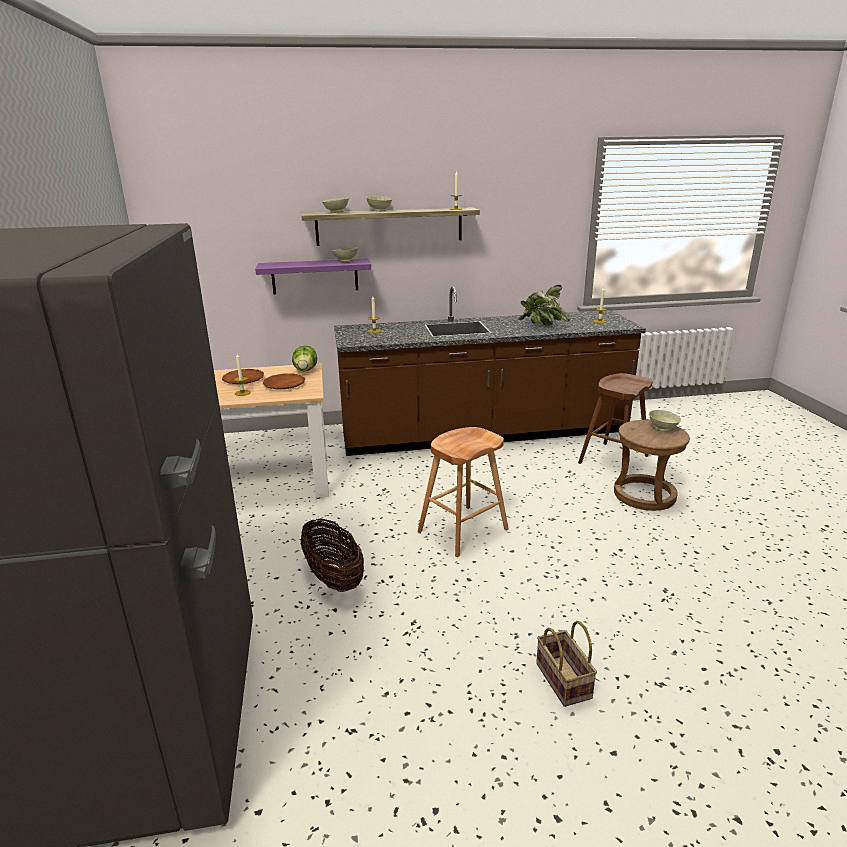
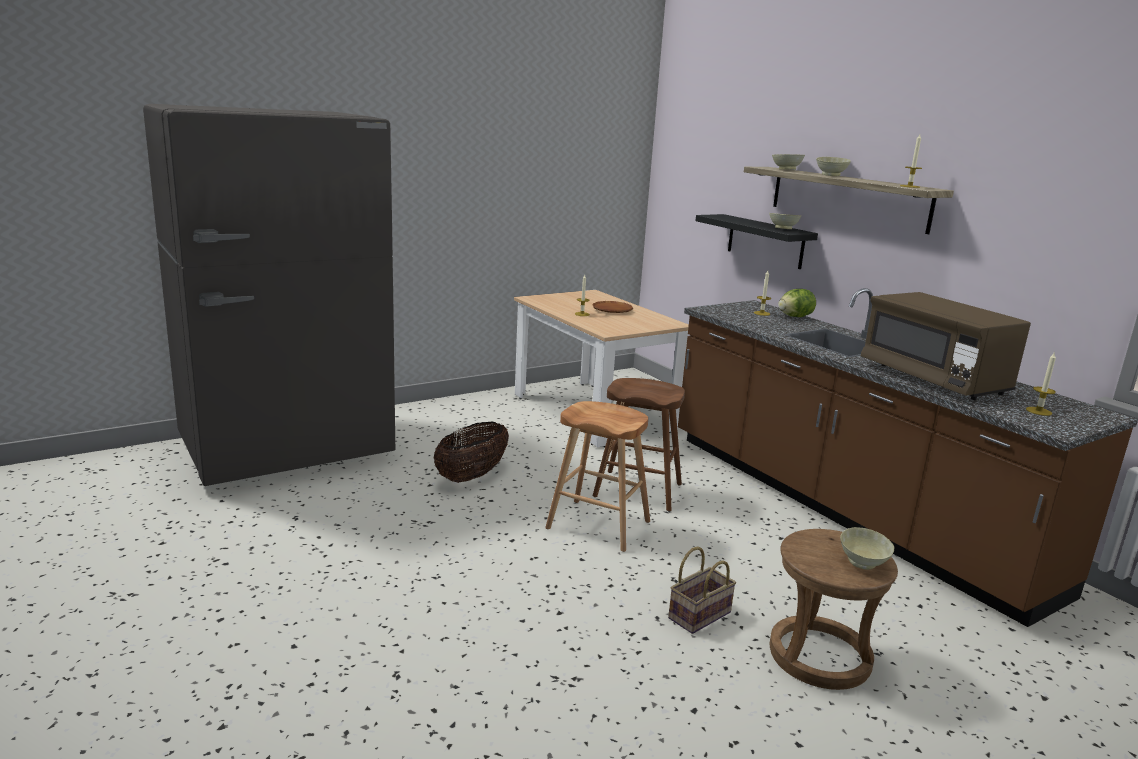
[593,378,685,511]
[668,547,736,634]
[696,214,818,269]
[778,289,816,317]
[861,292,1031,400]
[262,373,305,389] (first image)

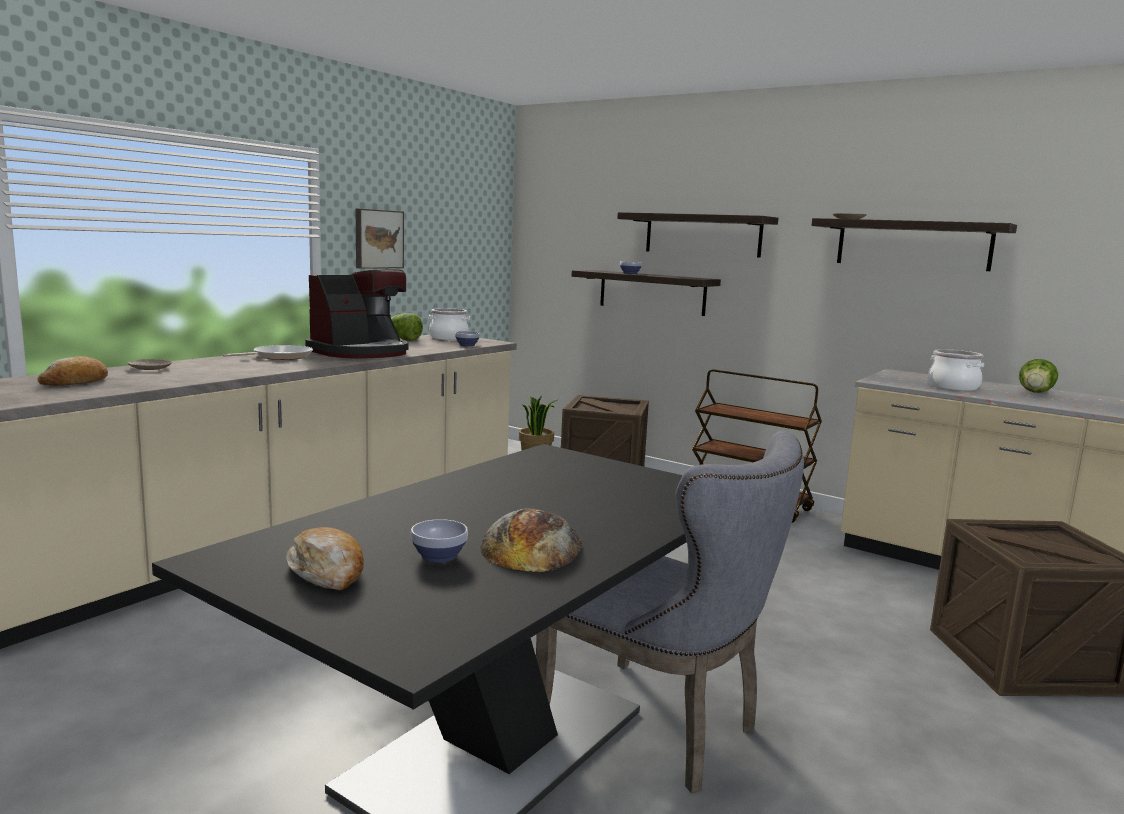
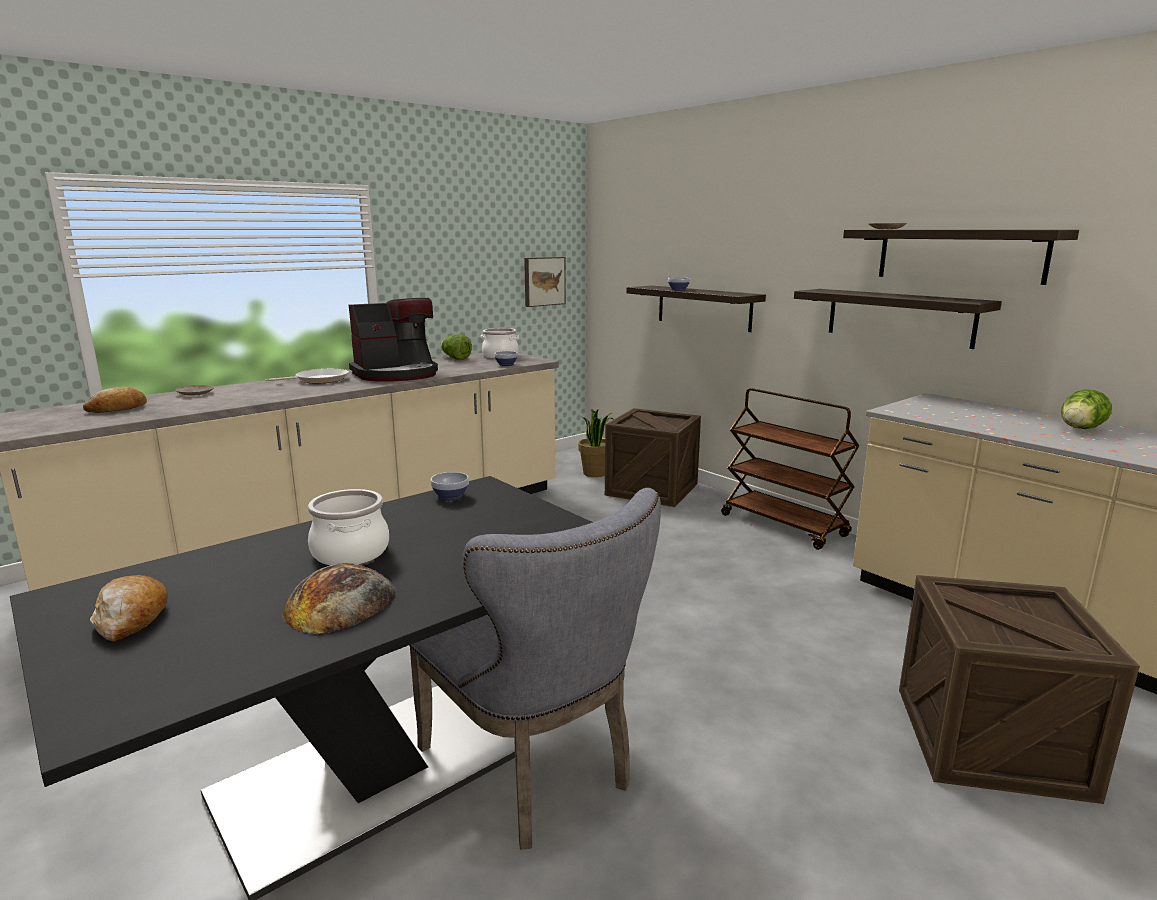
[308,489,389,565]
[430,472,469,500]
[524,257,566,307]
[794,289,1002,349]

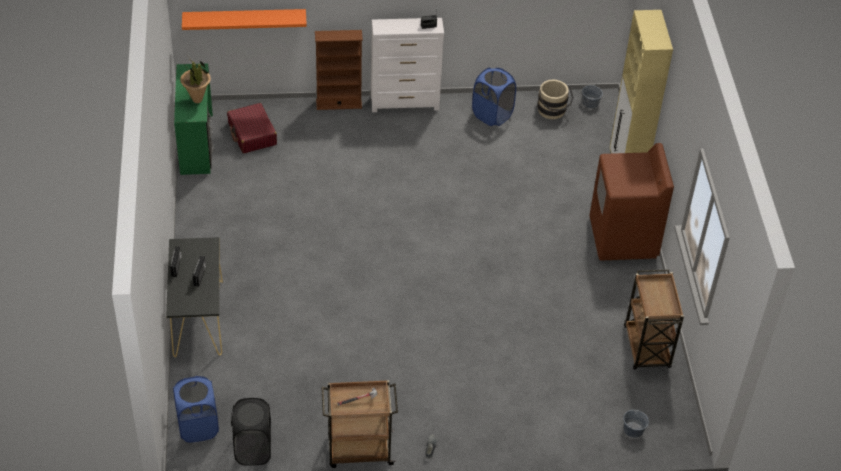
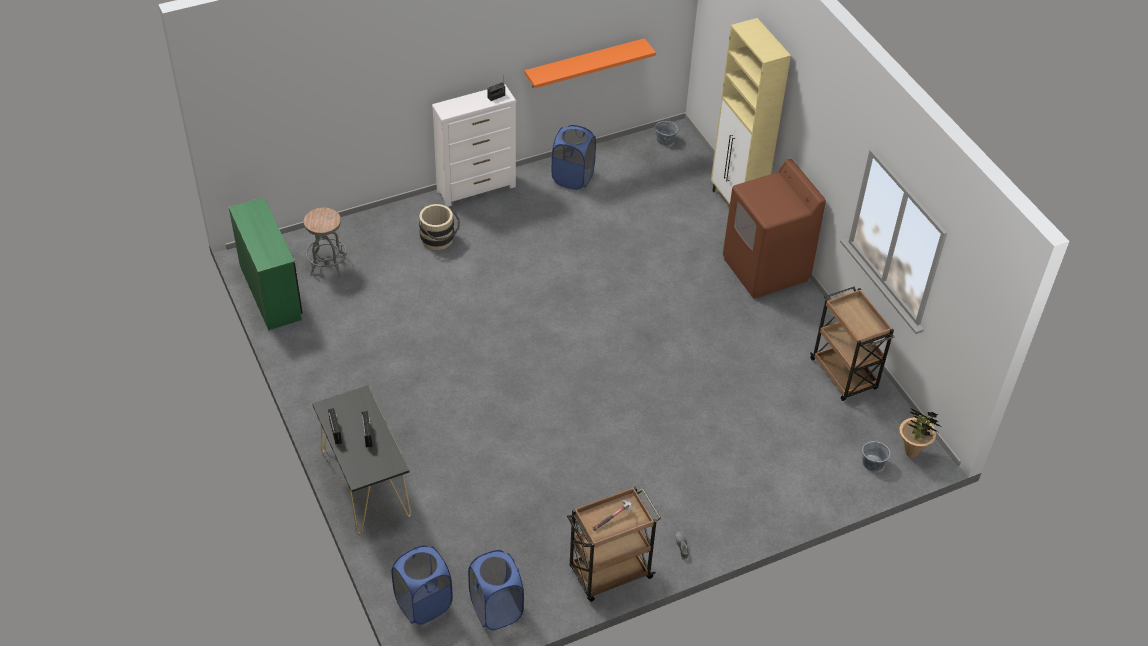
[304,208,347,277]
[419,204,460,250]
[468,550,524,630]
[524,38,656,88]
[899,409,941,457]
[315,30,363,110] (first image)

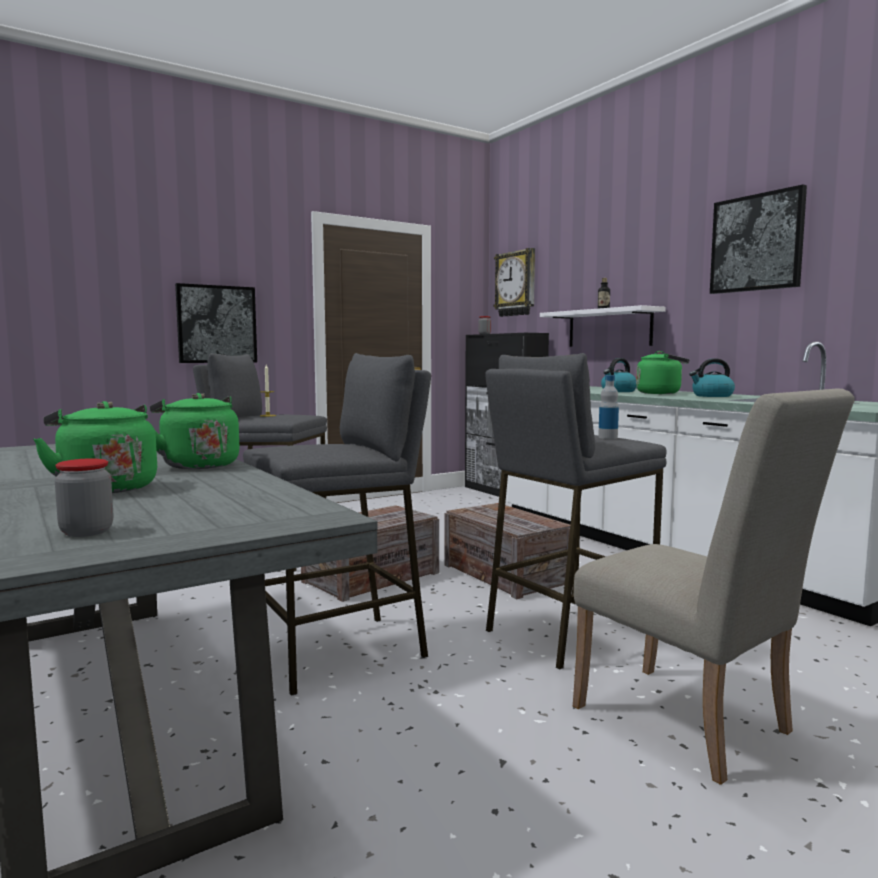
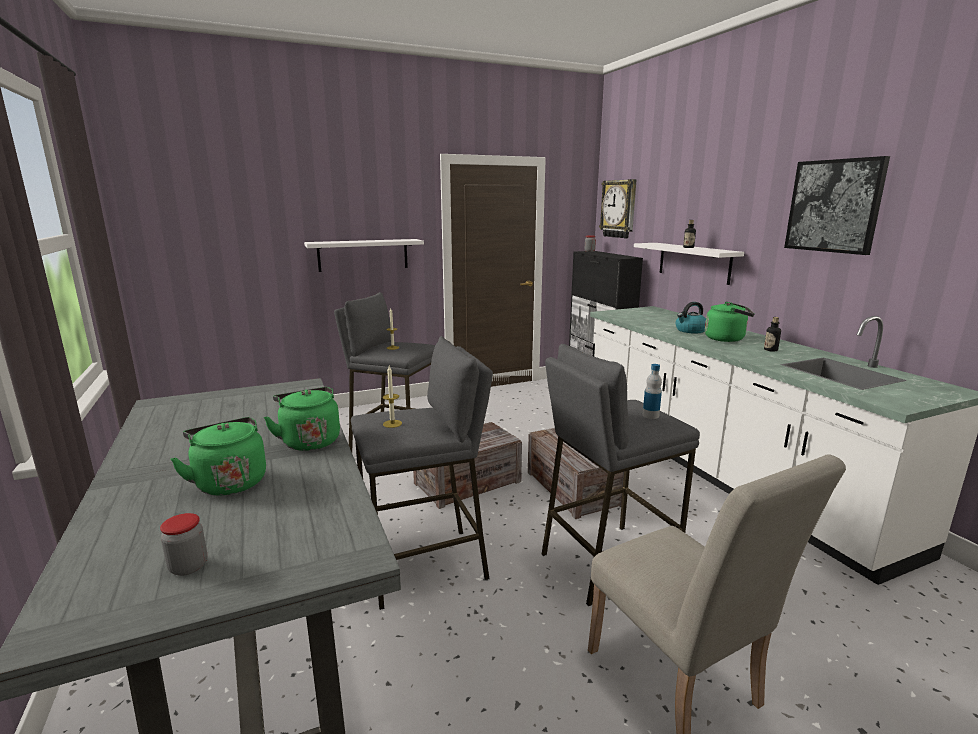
[304,239,424,272]
[383,366,402,428]
[764,317,781,352]

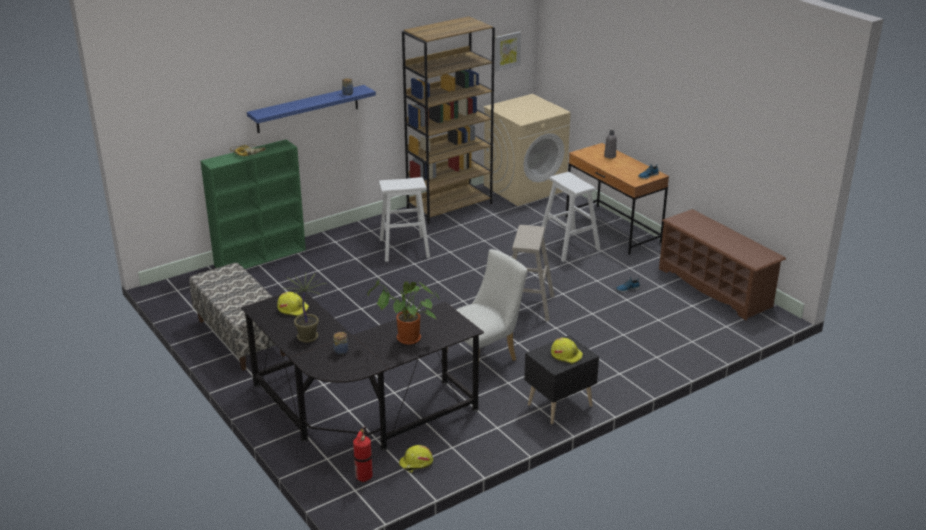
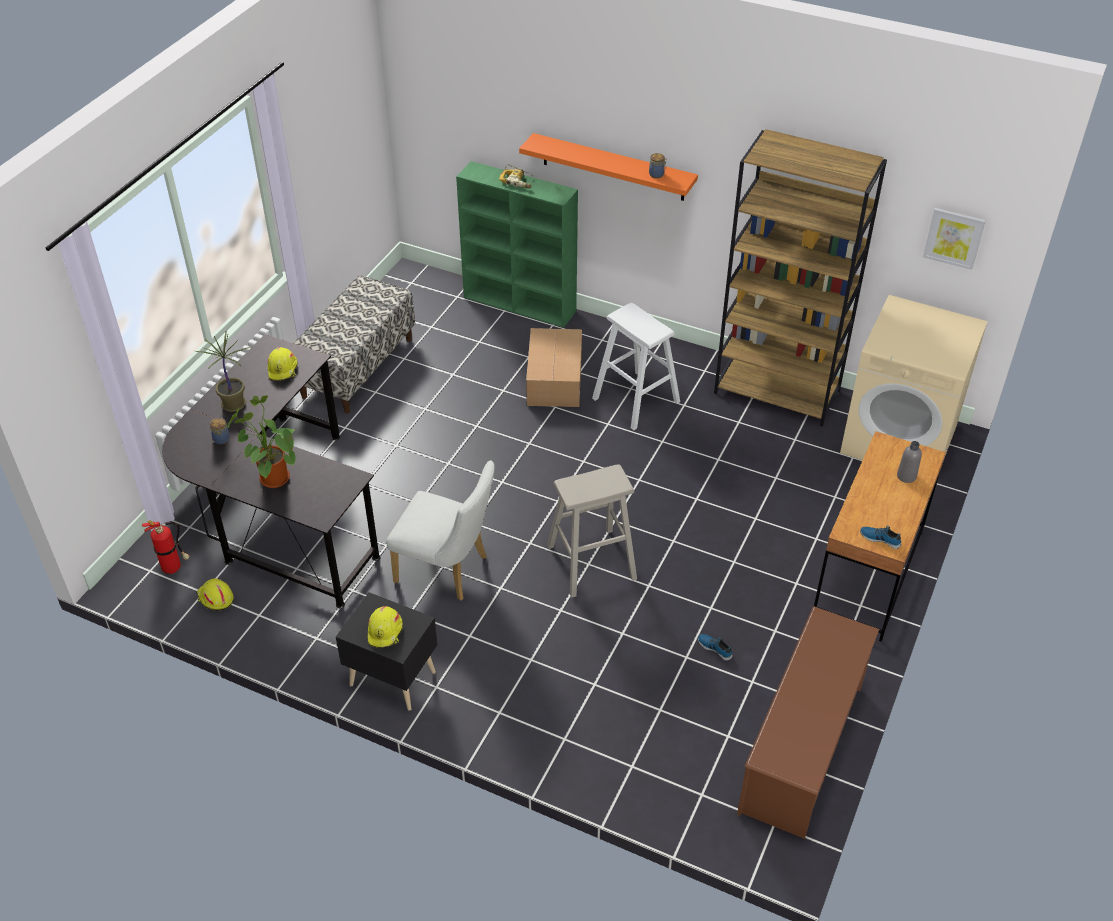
[519,133,698,201]
[526,328,582,407]
[542,172,601,262] (first image)

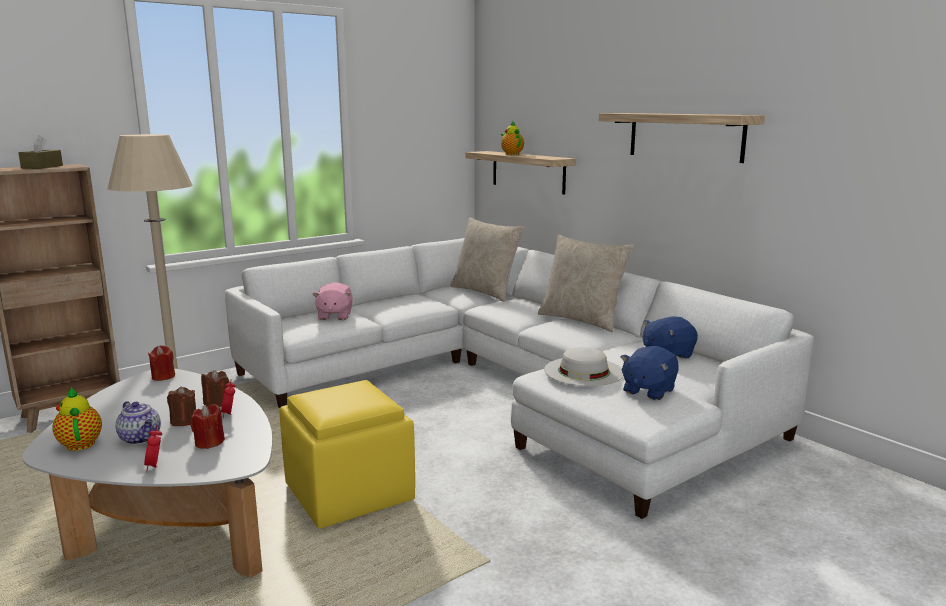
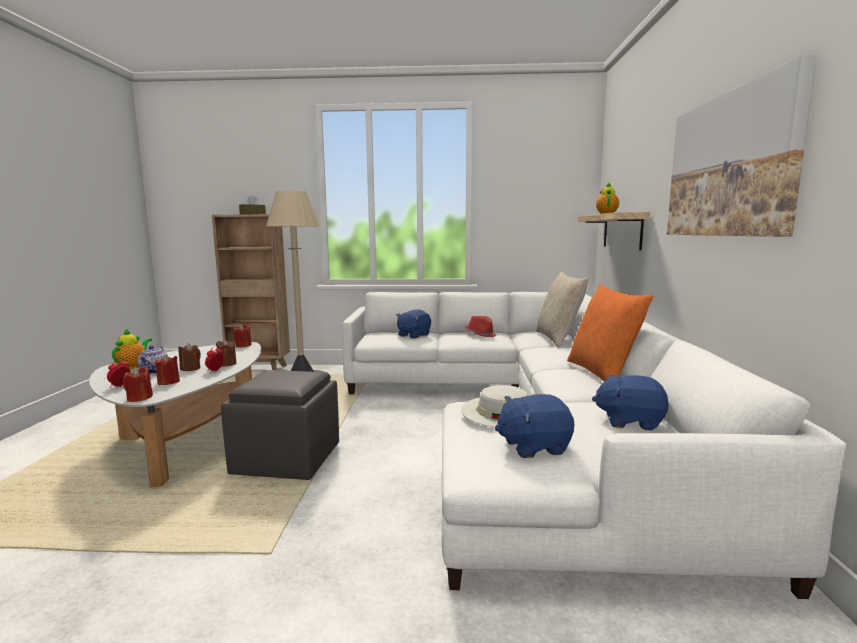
[123,367,153,402]
[221,370,339,480]
[396,310,431,339]
[465,316,496,337]
[567,284,654,381]
[667,55,817,237]

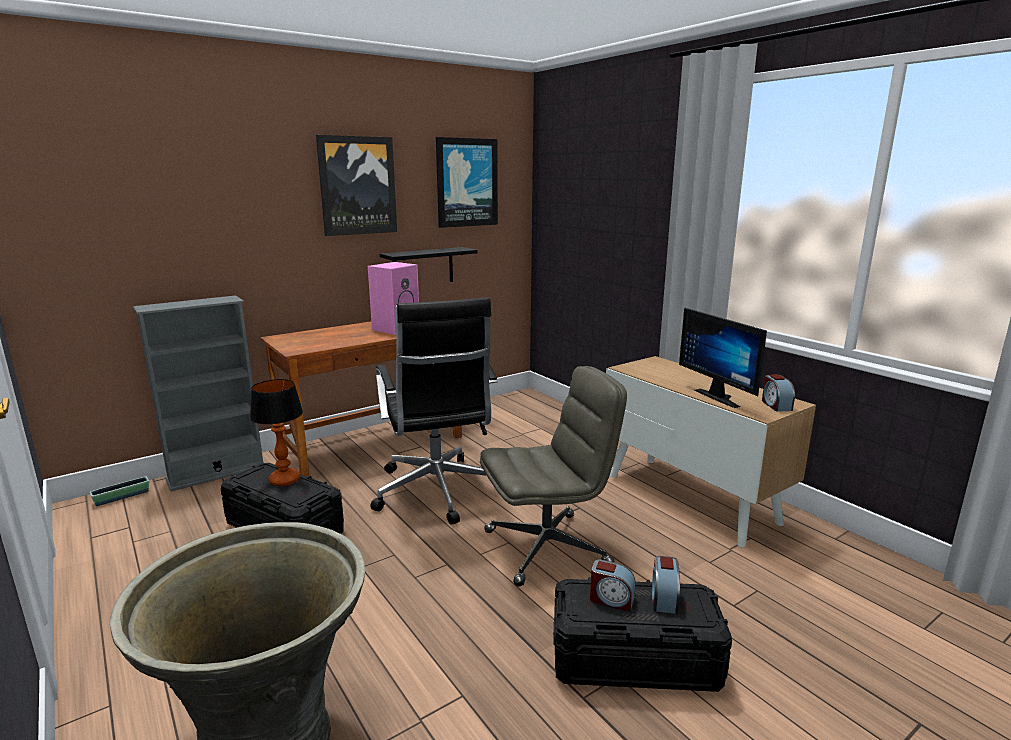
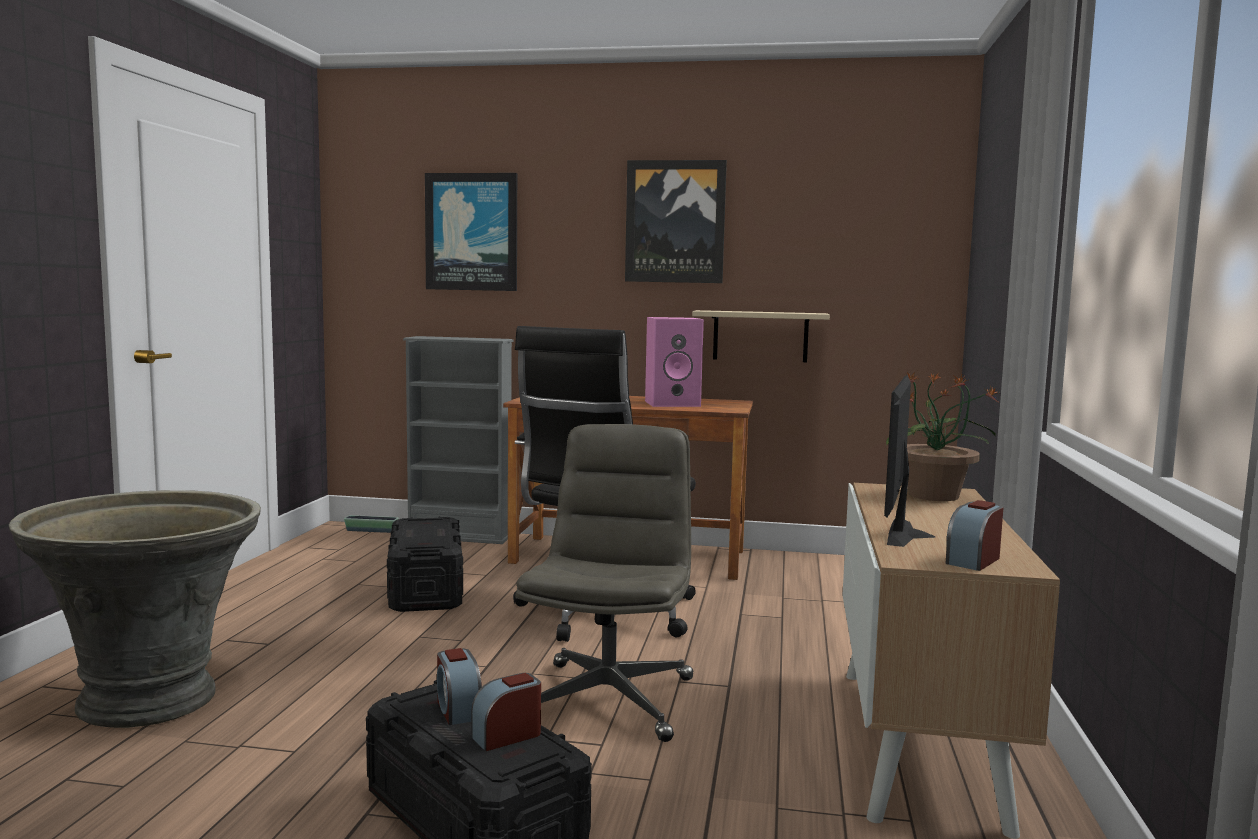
[425,173,517,291]
[515,424,693,742]
[692,310,830,362]
[886,372,998,501]
[250,379,303,486] (first image)

